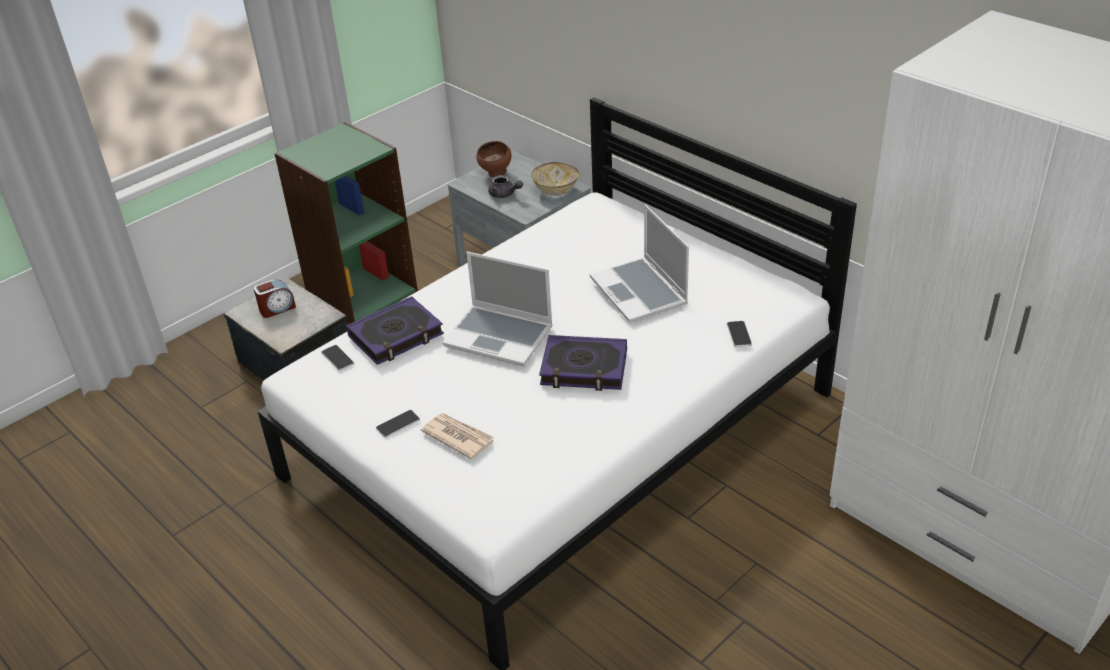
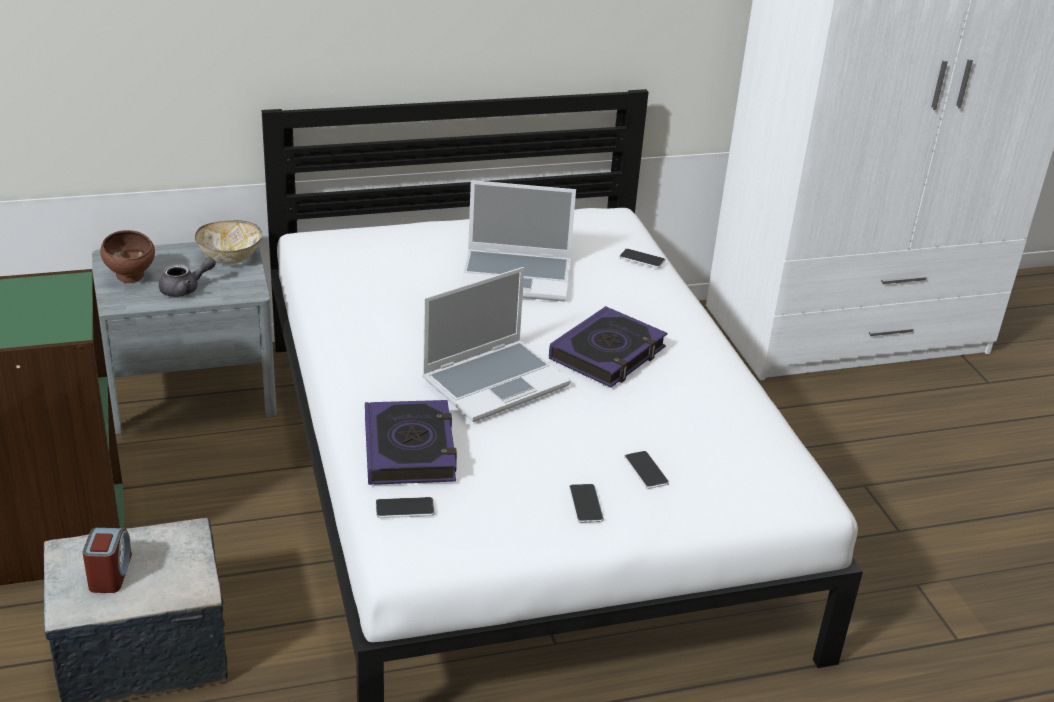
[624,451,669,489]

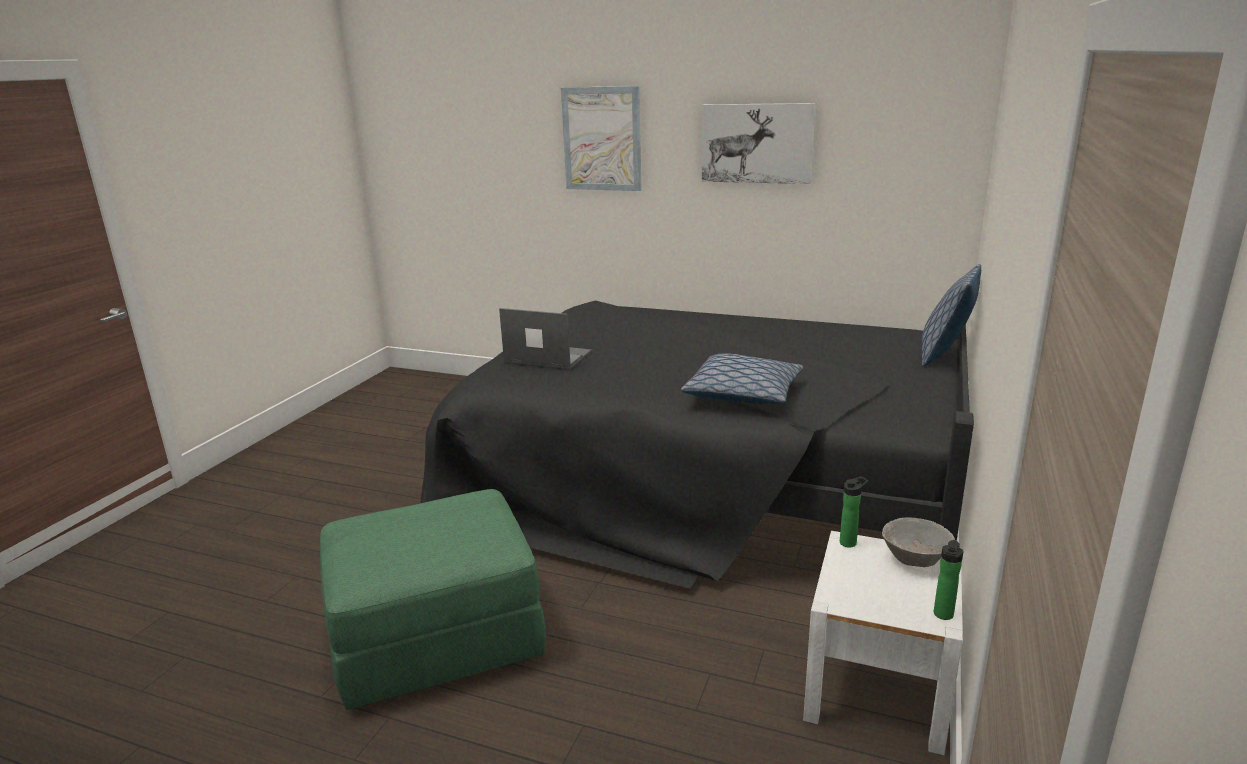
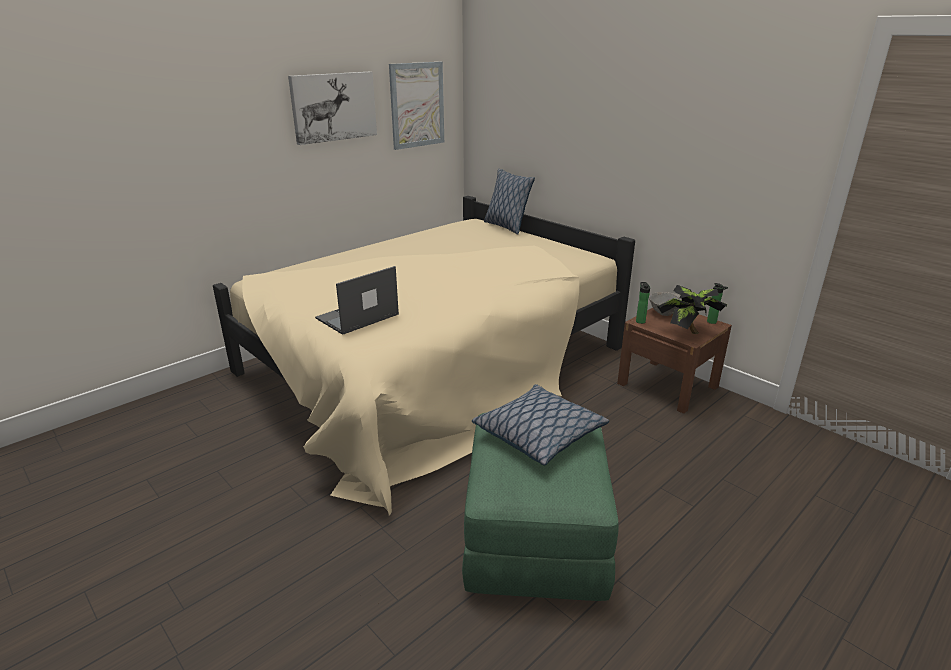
[213,196,635,516]
[389,62,444,150]
[472,384,609,465]
[617,308,732,414]
[657,285,727,334]

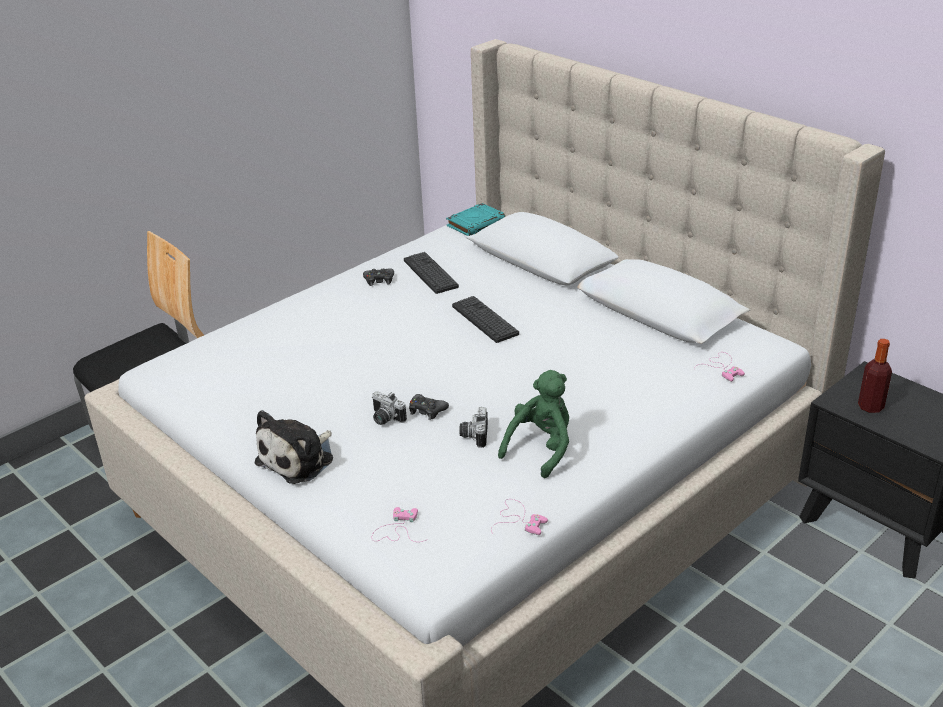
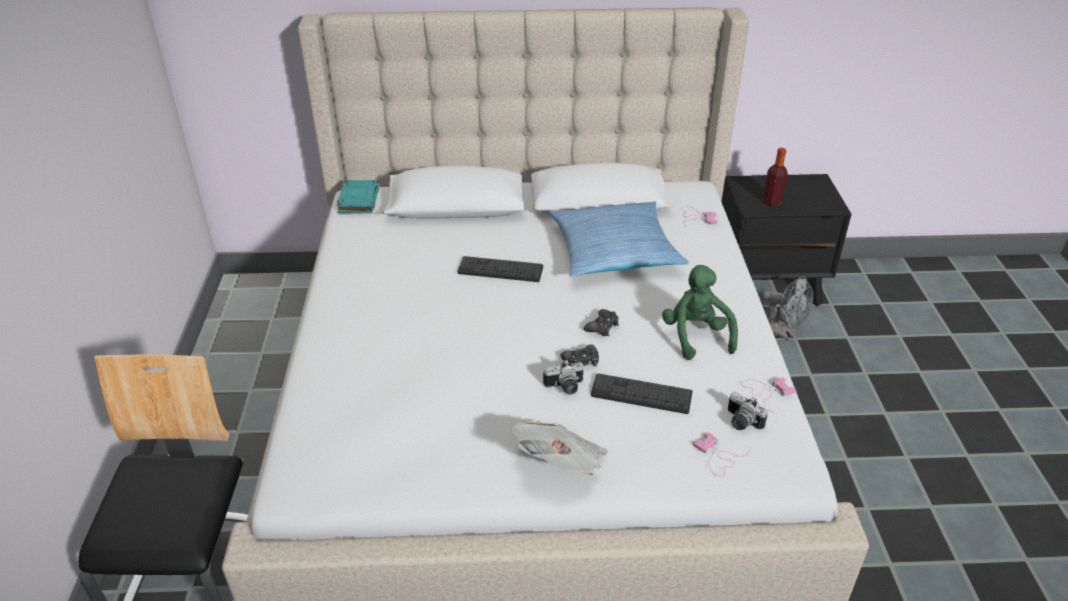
[511,421,608,475]
[548,202,689,276]
[584,309,619,336]
[591,373,693,414]
[728,392,768,430]
[763,276,813,340]

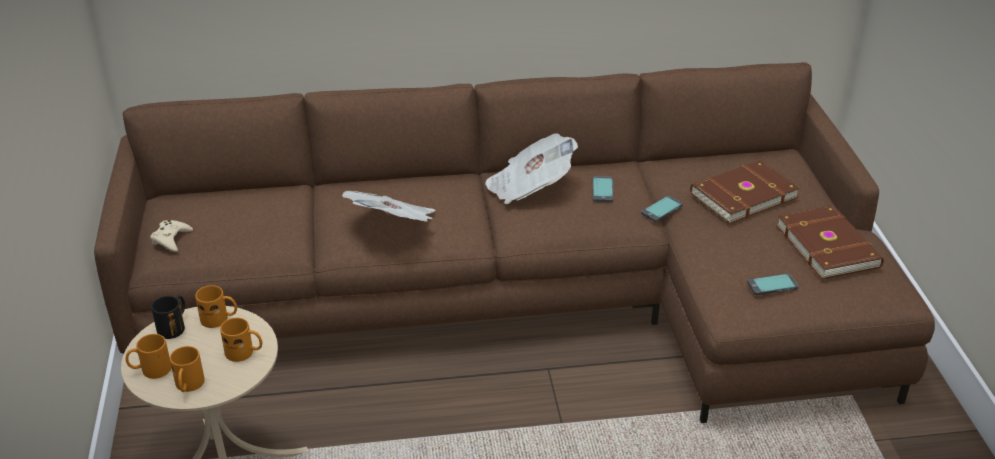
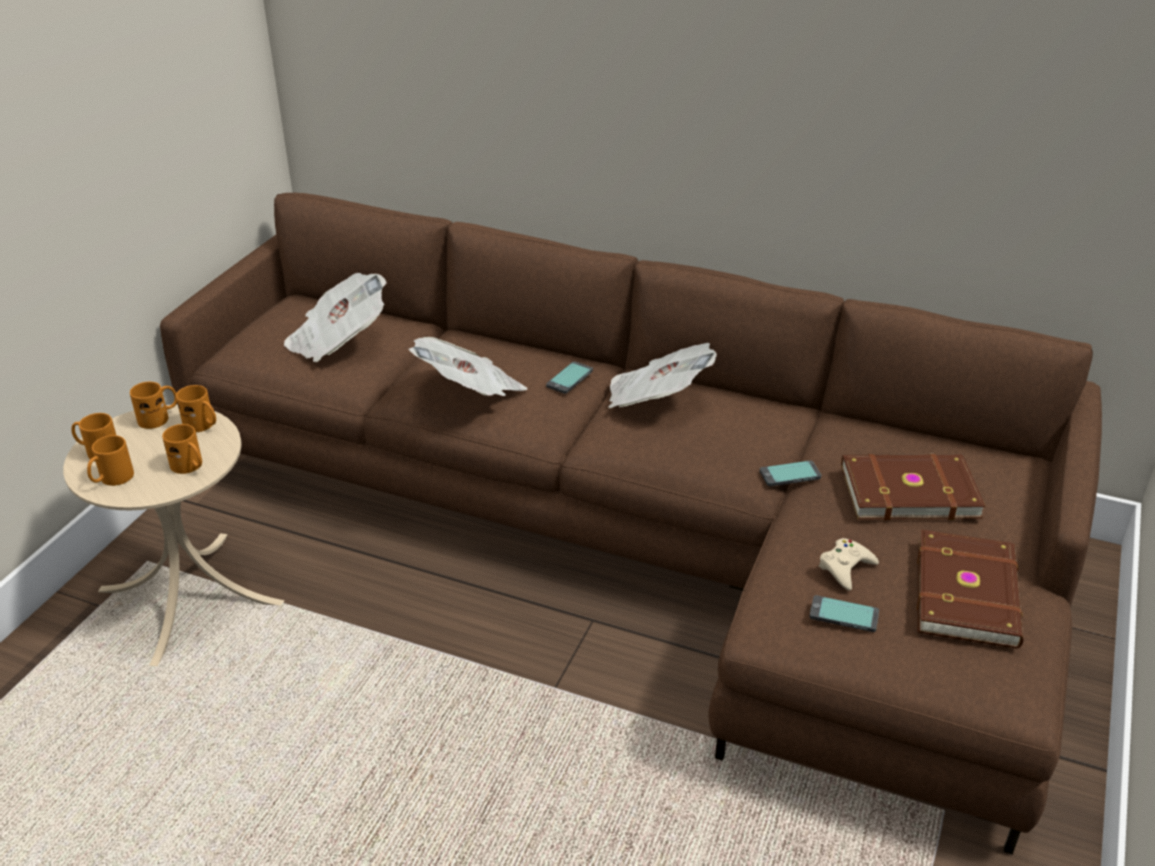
[130,382,177,429]
[284,273,387,362]
[546,361,593,394]
[819,538,879,591]

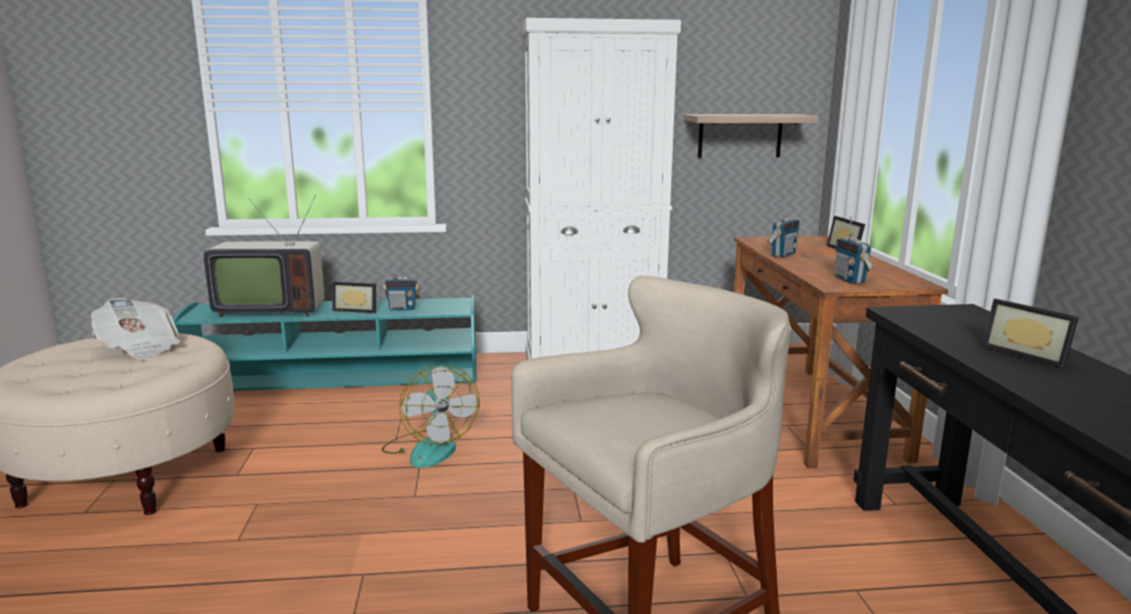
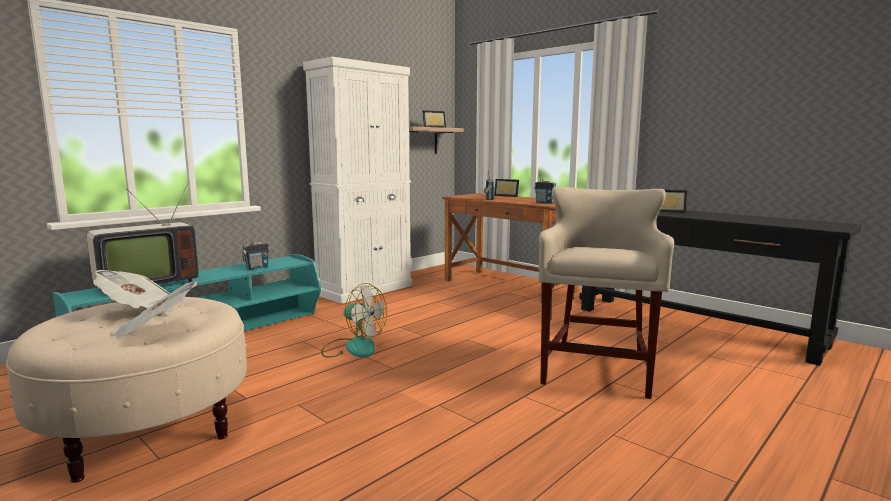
[112,281,197,340]
[423,110,446,128]

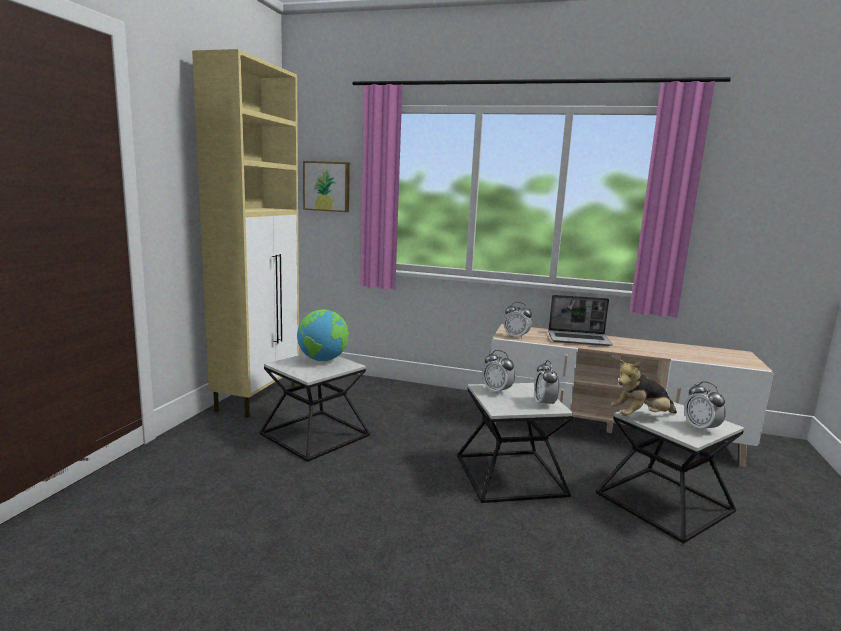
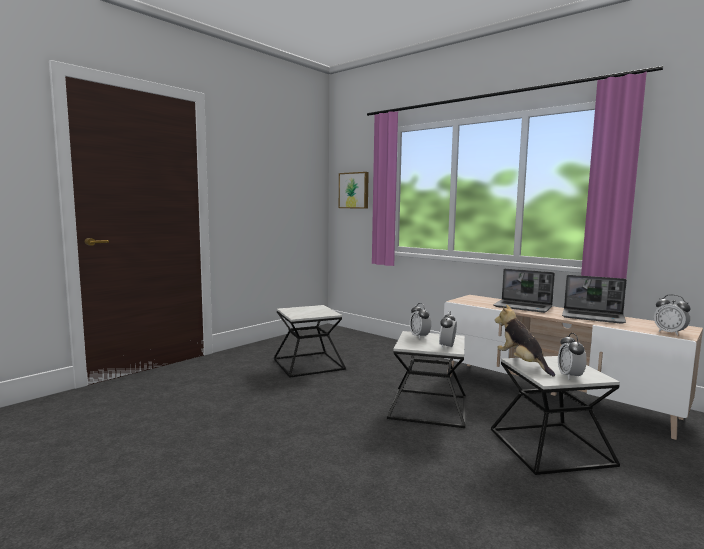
[495,304,555,376]
[562,275,627,324]
[654,294,691,336]
[192,49,299,418] (first image)
[297,310,349,361] (first image)

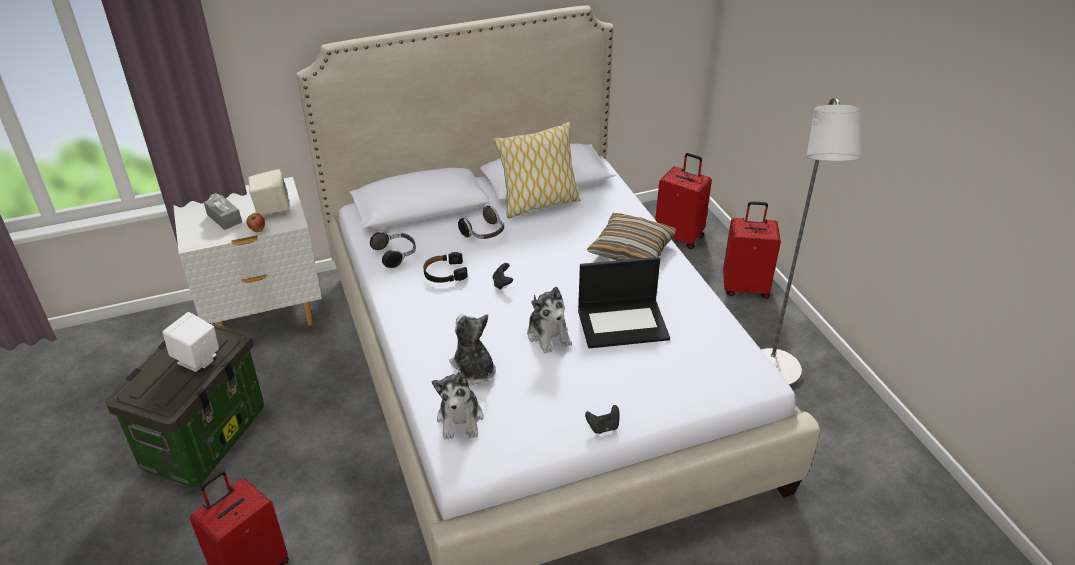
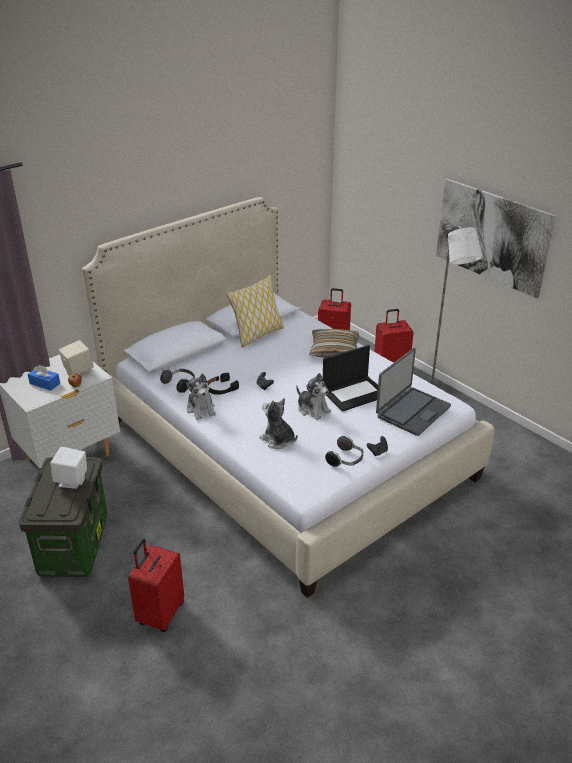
[28,365,60,391]
[186,373,216,420]
[325,436,363,467]
[376,348,451,436]
[436,179,556,298]

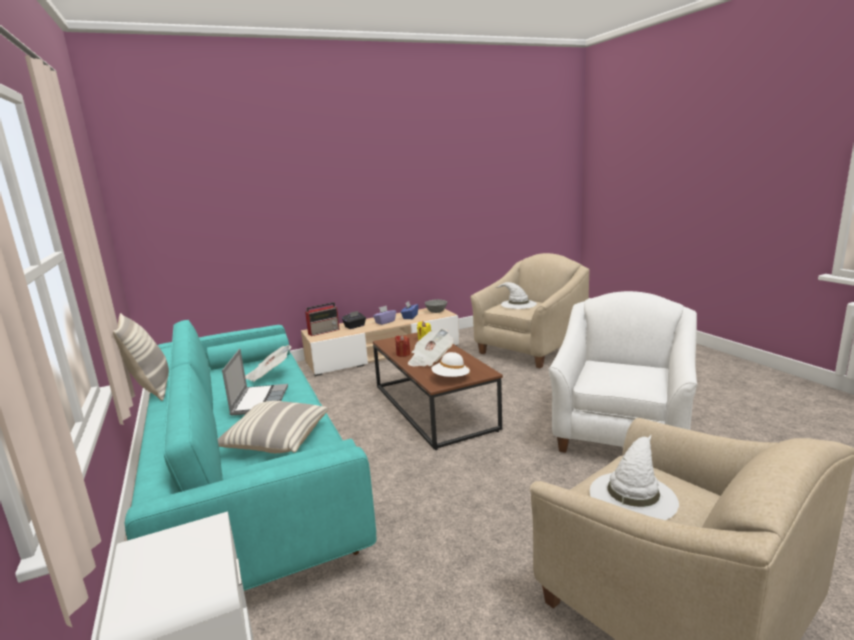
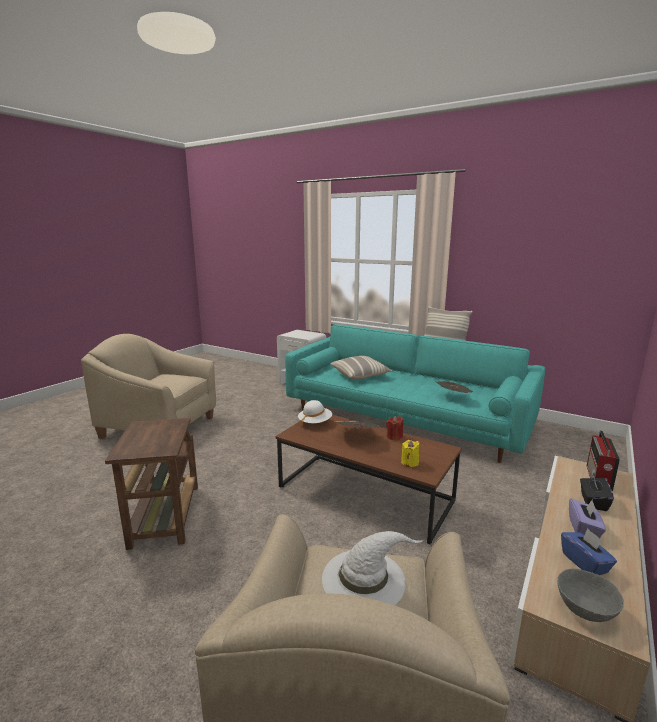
[105,418,198,550]
[222,349,288,415] (first image)
[590,435,679,520] (first image)

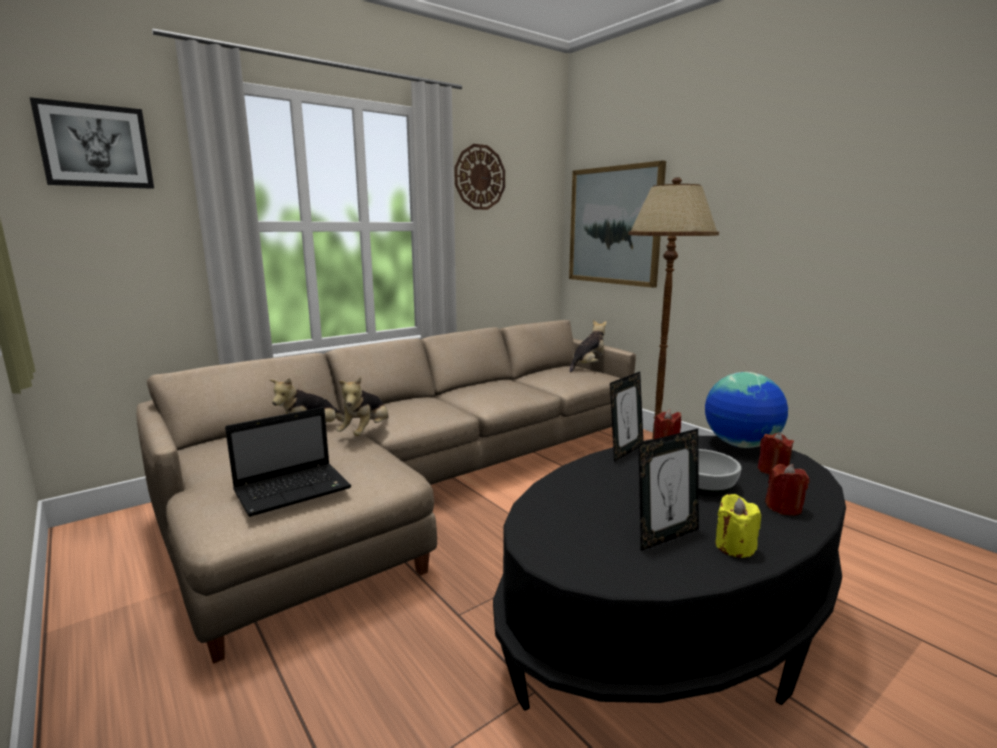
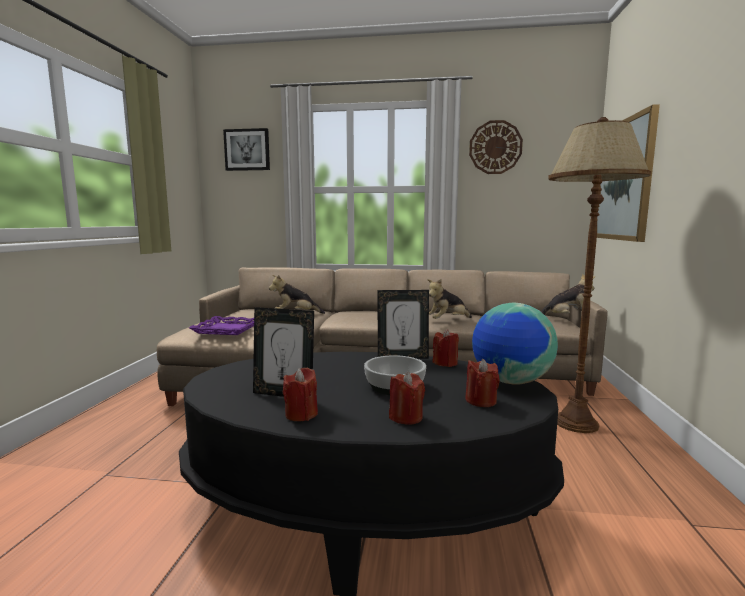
[189,316,254,335]
[283,368,318,421]
[428,279,472,319]

